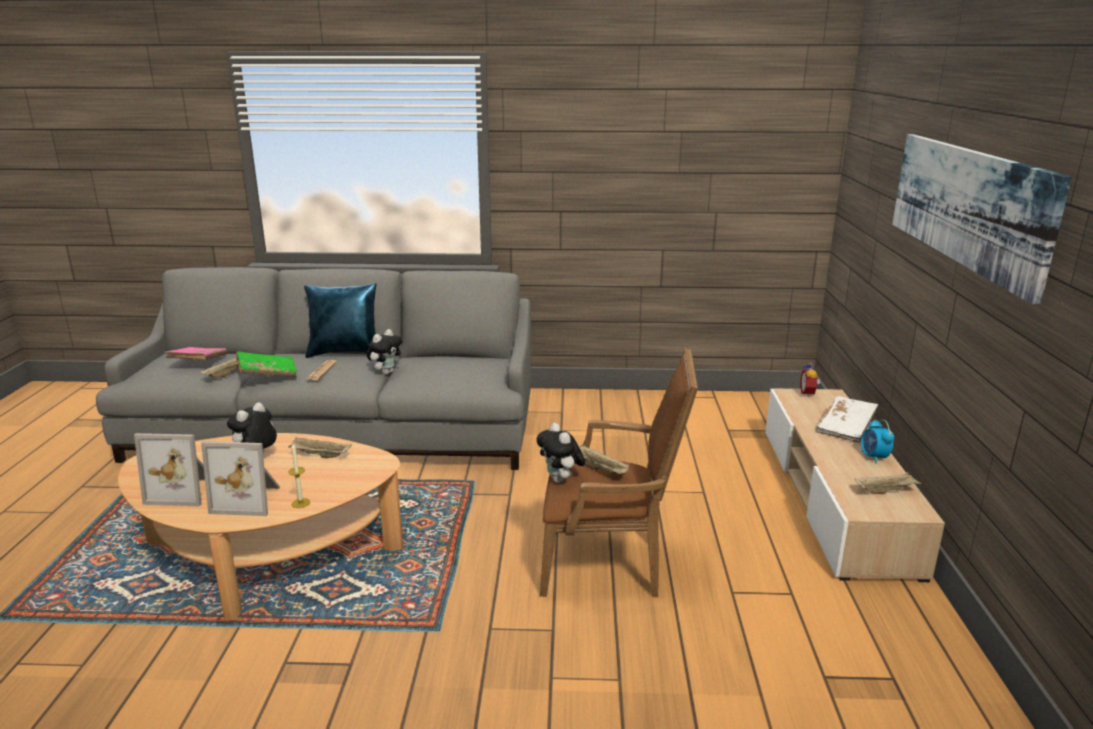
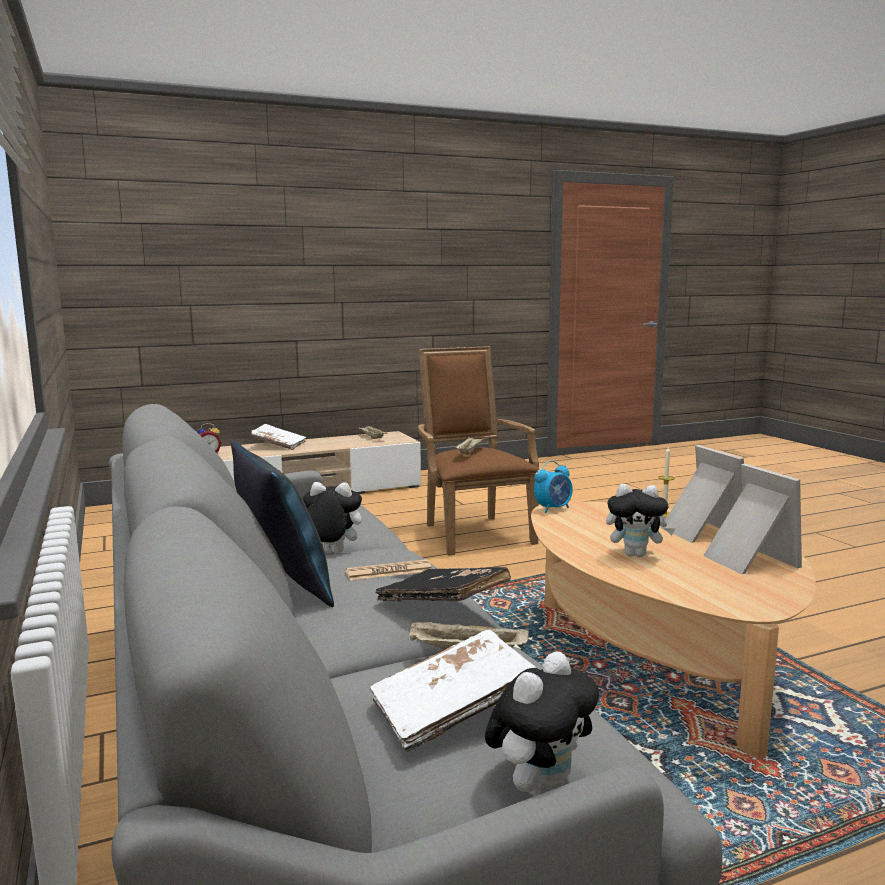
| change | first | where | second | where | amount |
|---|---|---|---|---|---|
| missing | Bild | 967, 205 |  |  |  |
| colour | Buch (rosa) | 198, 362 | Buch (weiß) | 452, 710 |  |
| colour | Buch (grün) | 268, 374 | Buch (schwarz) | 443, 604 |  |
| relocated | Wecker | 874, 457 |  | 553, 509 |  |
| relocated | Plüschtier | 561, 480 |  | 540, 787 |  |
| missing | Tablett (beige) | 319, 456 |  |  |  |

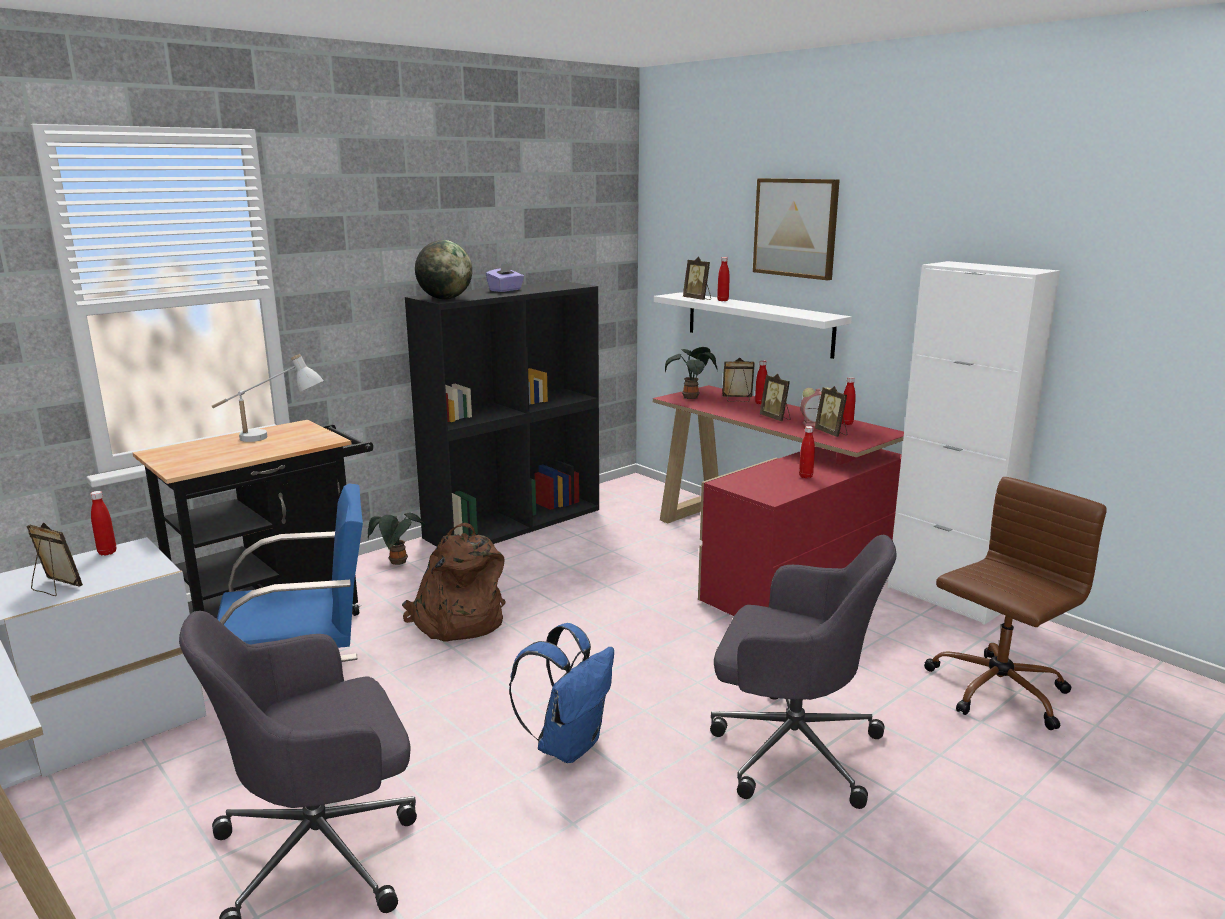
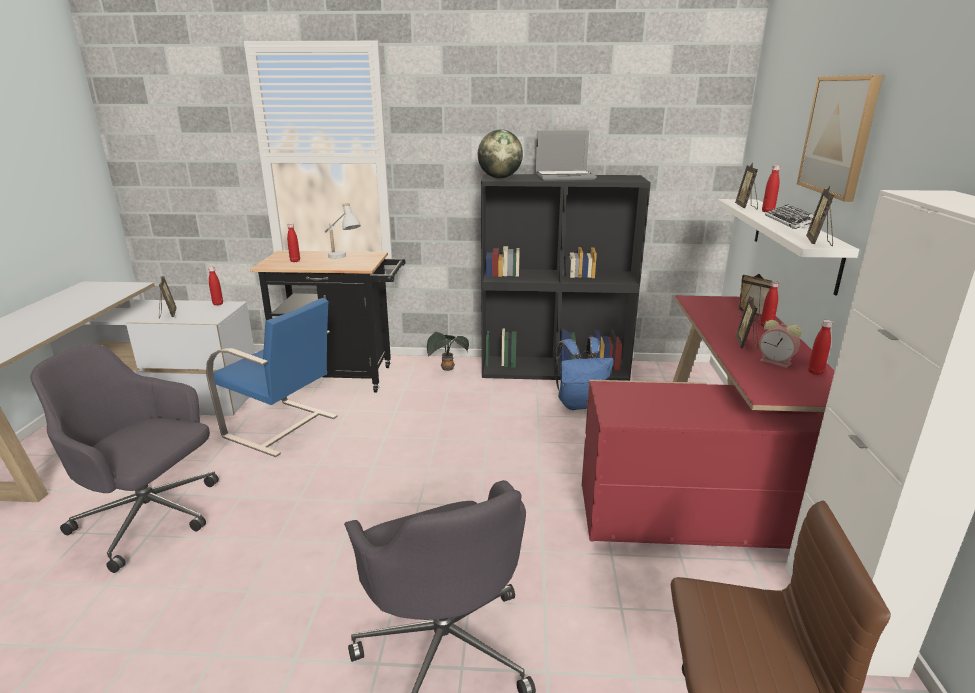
| change | first | where | second | where | amount |
|---|---|---|---|---|---|
| exchanged | Taschentuchbox (lila) | 505, 290 | Laptop | 565, 177 |  |
| missing | Topfpflanze | 691, 397 |  |  |  |
| relocated | Bilderrahmen | 832, 433 |  | 819, 242 |  |
| relocated | Flasche (rot) | 805, 476 |  | 295, 261 |  |
| missing | Rucksack (braun) | 457, 621 |  |  |  |
| relocated | Rucksack (blau) | 568, 744 |  | 579, 403 |  |
| appeared |  |  | Tastatur | 791, 221 |  |

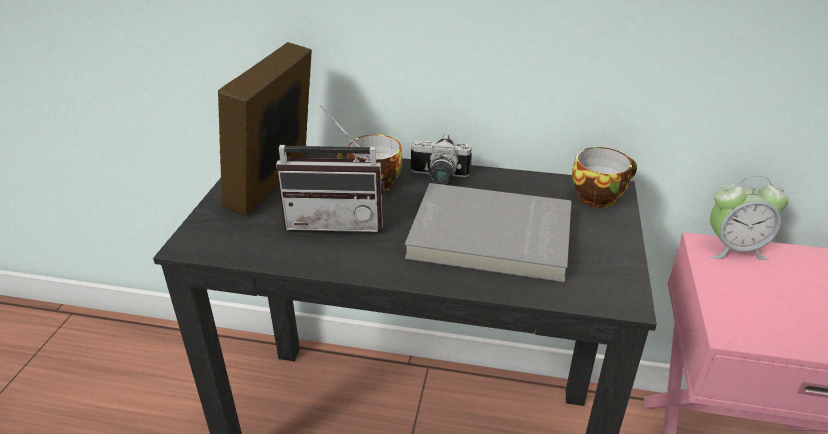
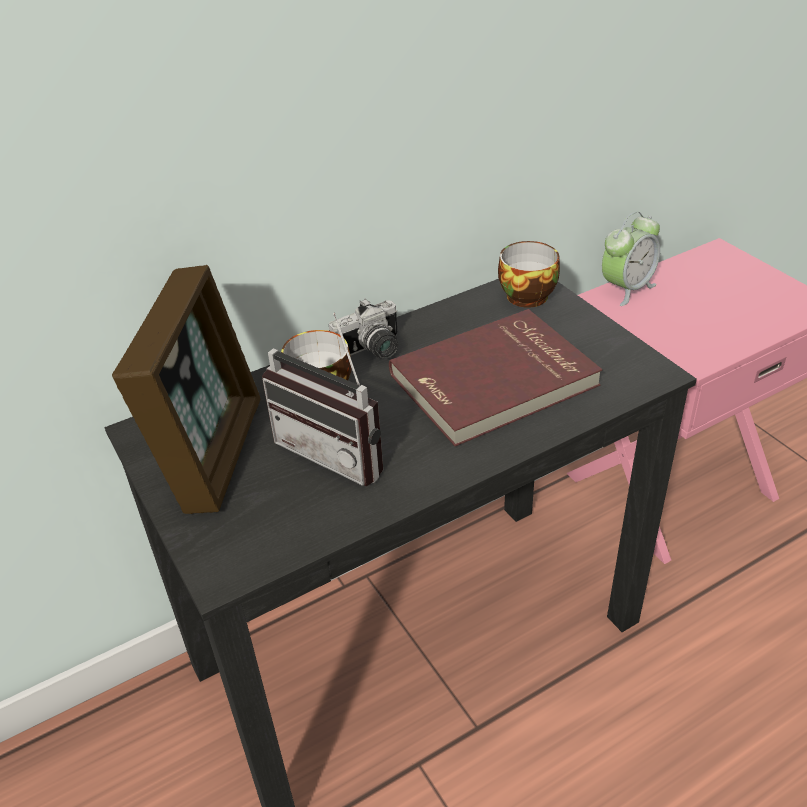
| change | first | where | second | where | amount |
|---|---|---|---|---|---|
| spun | Bilderrahmen | 275, 183 |  | 213, 453 | 150 degrees counterclockwise |
| spun | Radio | 337, 220 |  | 338, 450 | 75 degrees clockwise |
| colour | Buch (grau) | 490, 237 | Buch (rot) | 495, 382 |  |

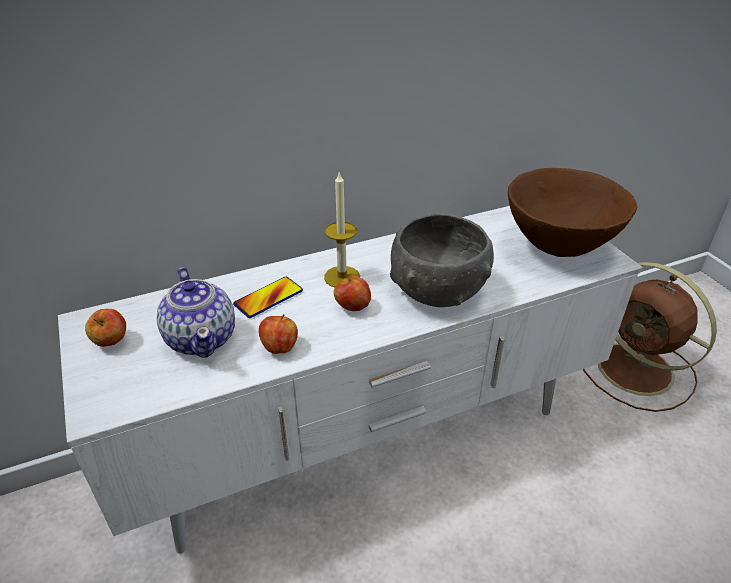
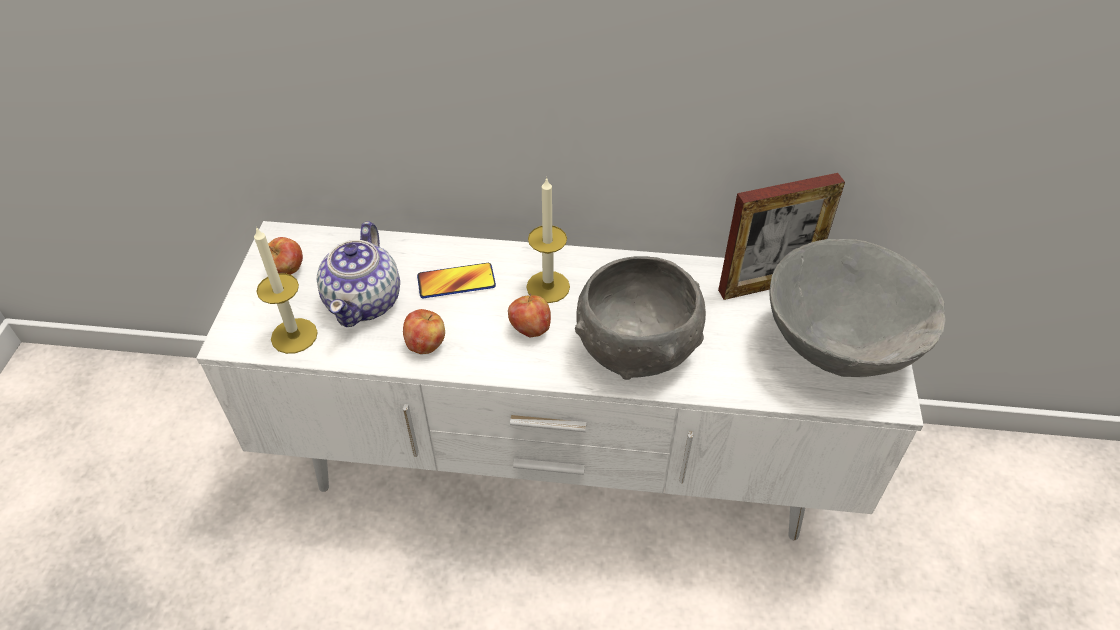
| change | first | where | second | where | amount |
|---|---|---|---|---|---|
| colour | Schüssel (braun) | 558, 246 | Schüssel (grau) | 836, 350 |  |
| missing | Ventilator (braun) | 638, 371 |  |  |  |
| appeared |  |  | Bilderrahmen | 766, 284 |  |
| appeared |  |  | Kerze | 294, 336 |  |

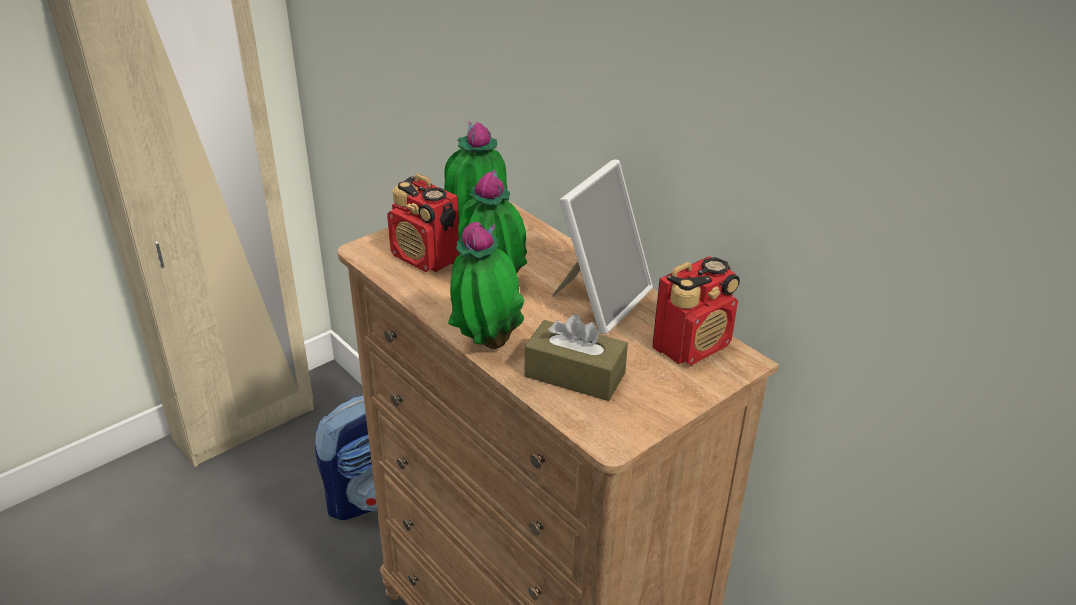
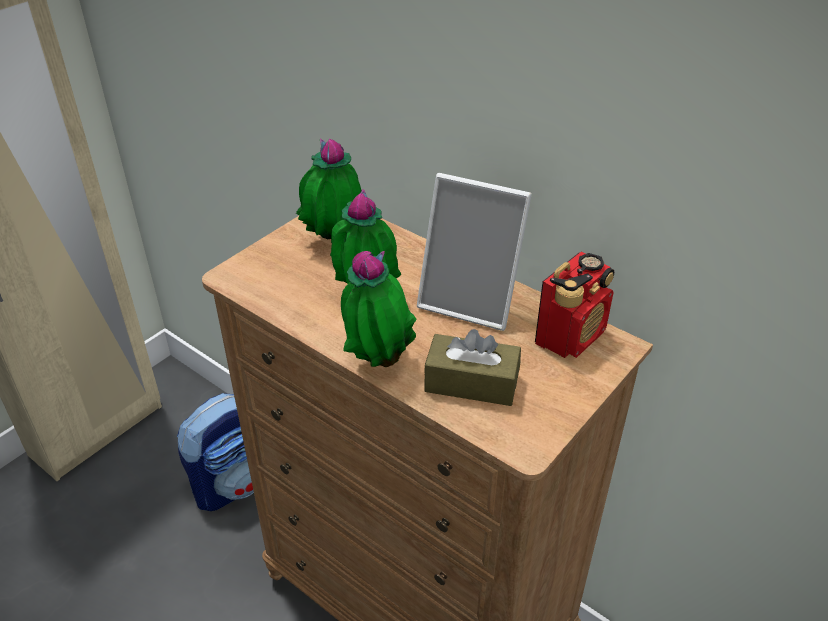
| change | first | where | second | where | amount |
|---|---|---|---|---|---|
| spun | Bilderrahmen | 599, 300 |  | 471, 300 | 90 degrees clockwise |
| missing | Radio | 426, 258 |  |  |  |

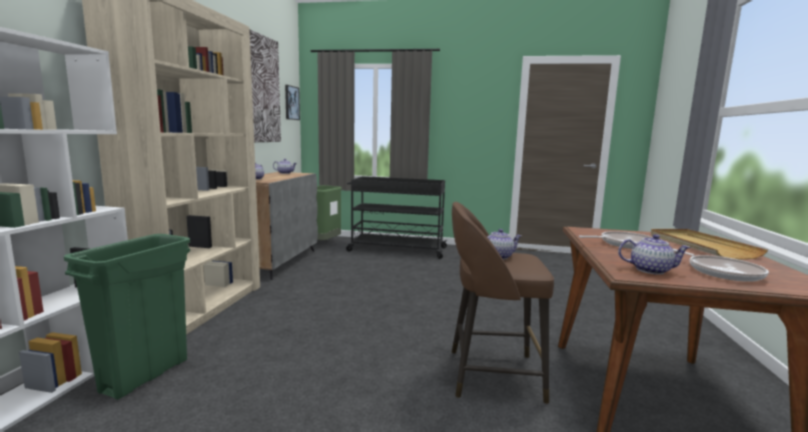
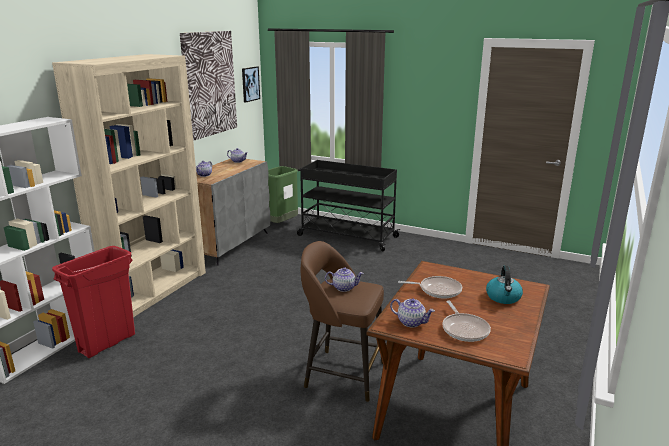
| change | first | where | second | where | amount |
|---|---|---|---|---|---|
| exchanged | Tablett (beige) | 700, 246 | Wasserkessel | 503, 297 |  |
| colour | Mülleimer (grün) | 146, 375 | Mülleimer (rot) | 107, 343 |  |

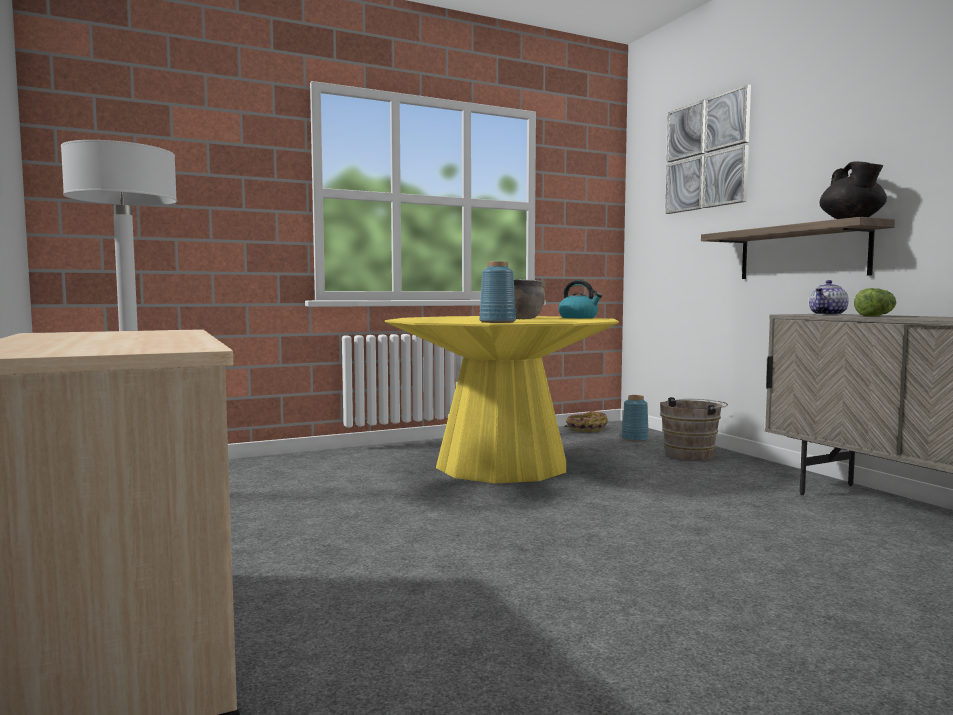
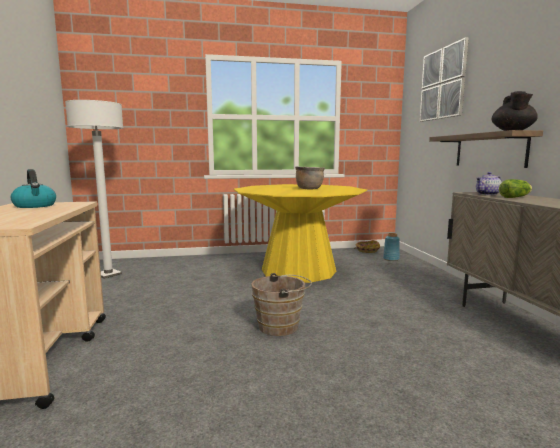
| change | first | where | second | where | amount |
|---|---|---|---|---|---|
| missing | Vase (blau) | 498, 322 |  |  |  |
| relocated | Wasserkessel | 579, 317 |  | 35, 206 |  |
| relocated | Eimer (braun) | 692, 454 |  | 282, 326 |  |

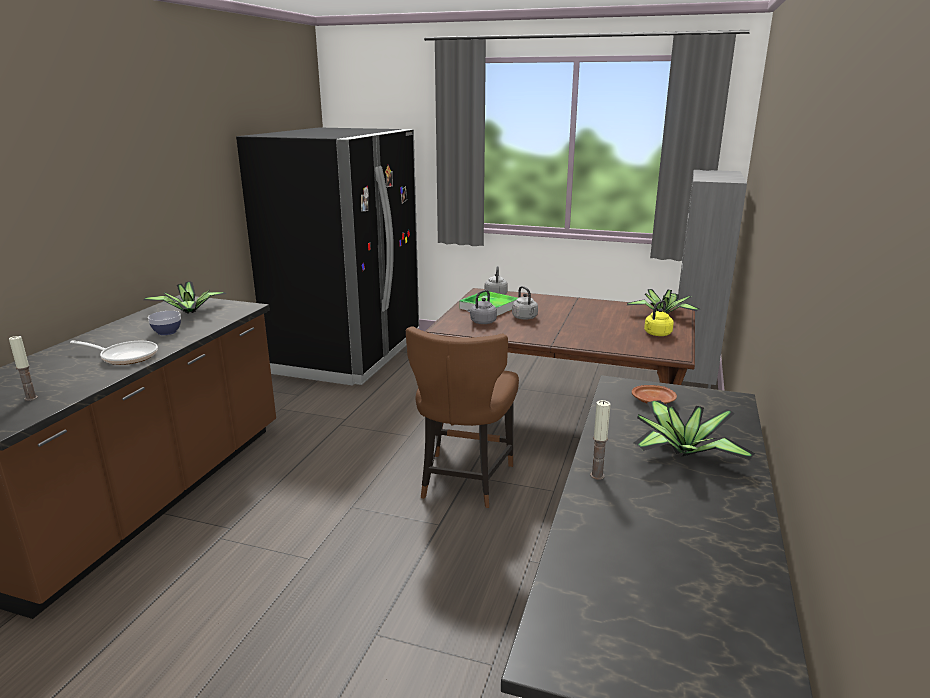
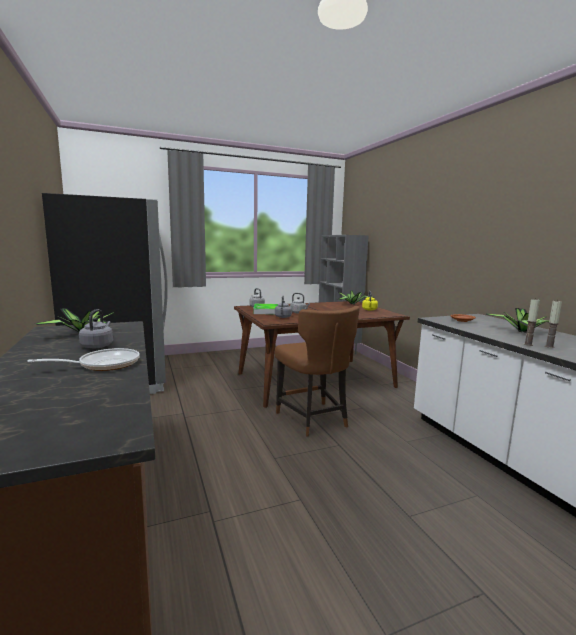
| change | first | where | second | where | amount |
|---|---|---|---|---|---|
| exchanged | Schüssel | 167, 332 | Wasserkessel (grau) | 98, 345 |  |
| relocated | Kerze | 31, 398 |  | 549, 346 |  |

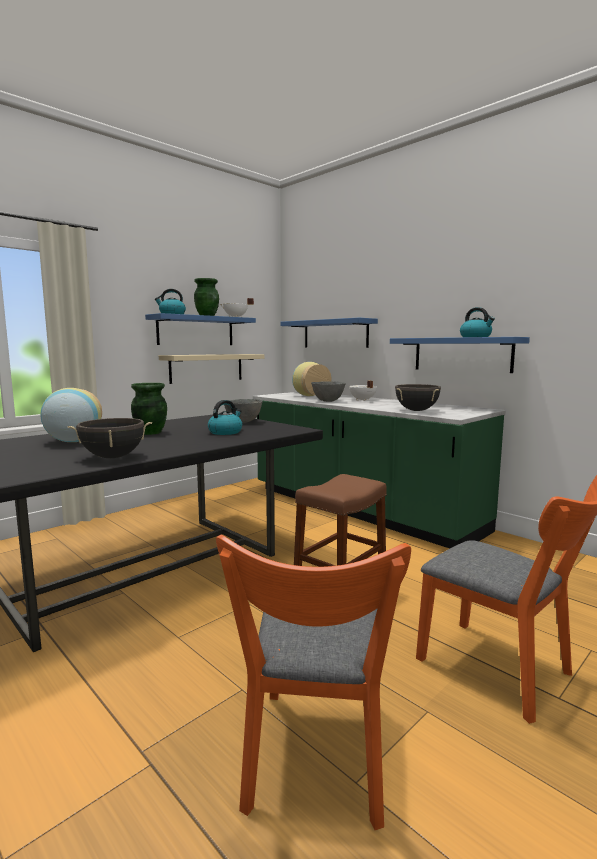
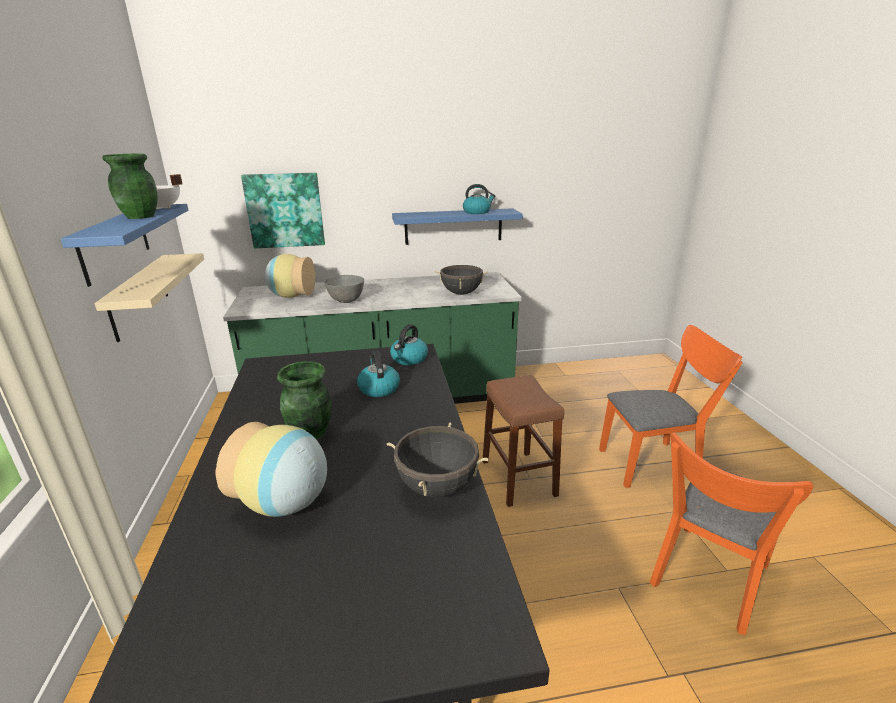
| change | first | where | second | where | amount |
|---|---|---|---|---|---|
| relocated | Wasserkessel | 172, 314 |  | 409, 359 |  |
| exchanged | Wandregal (blau) | 335, 334 | Bild | 285, 210 |  |
| missing | Kochtopf (weiß) | 362, 400 |  |  |  |
| missing | Schüssel (grau) | 243, 422 |  |  |  |
| spun | Stuhl (orange) | 315, 763 |  | 707, 581 | 90 degrees clockwise |

